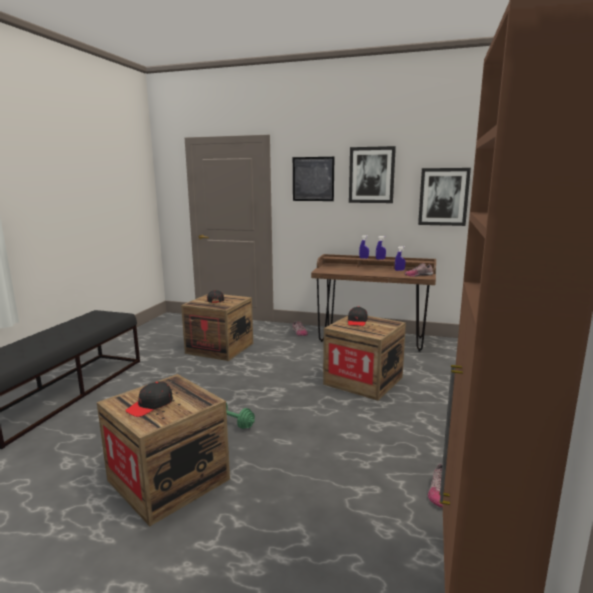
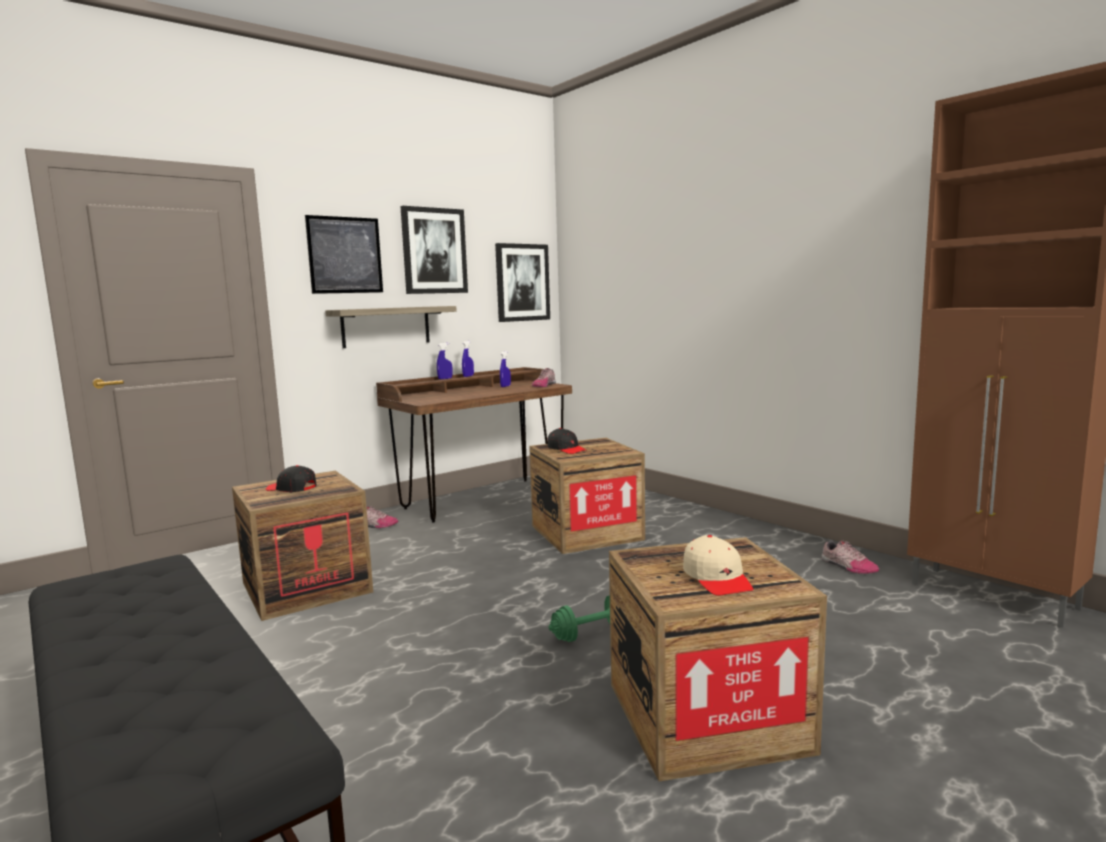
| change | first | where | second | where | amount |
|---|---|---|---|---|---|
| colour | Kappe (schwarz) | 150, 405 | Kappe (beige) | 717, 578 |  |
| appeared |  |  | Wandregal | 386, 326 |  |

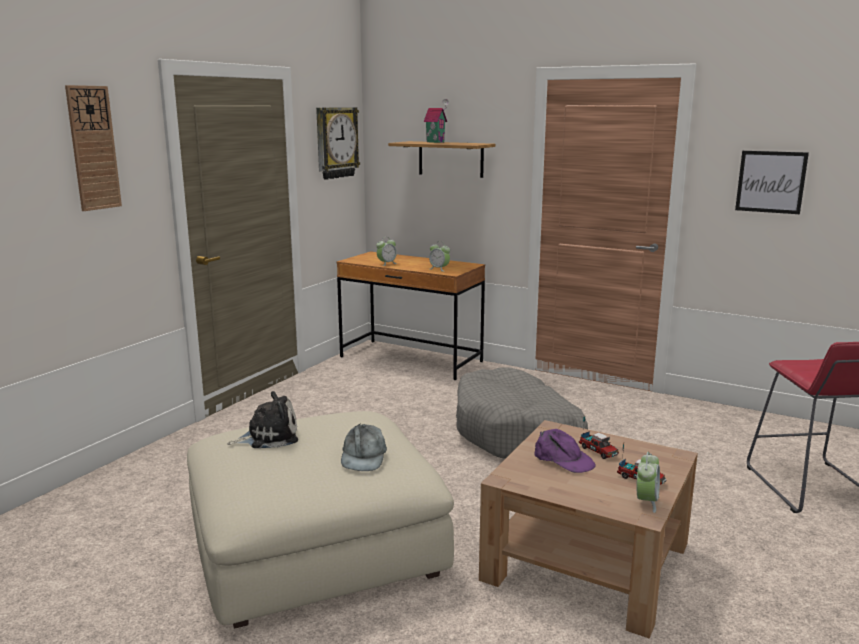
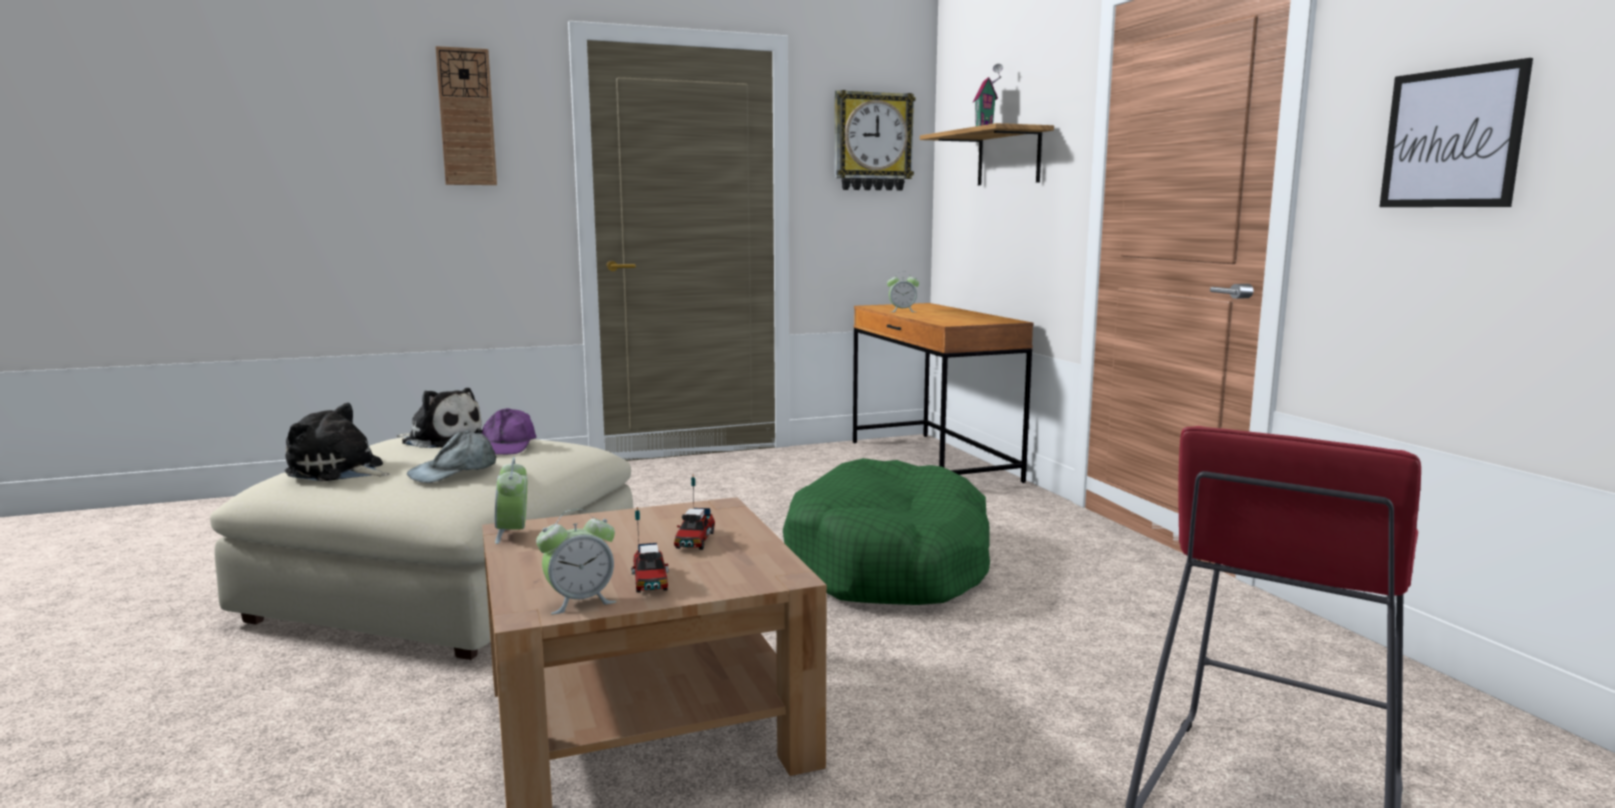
| change | first | where | second | where | amount |
|---|---|---|---|---|---|
| relocated | Wecker | 439, 269 |  | 513, 534 |  |
| colour | Hundebett (grau) | 517, 433 | Hundebett (grün) | 890, 564 |  |
| relocated | Kappe (lila) | 563, 460 |  | 506, 445 |  |
| appeared |  |  | Plüschtier | 339, 471 |  |

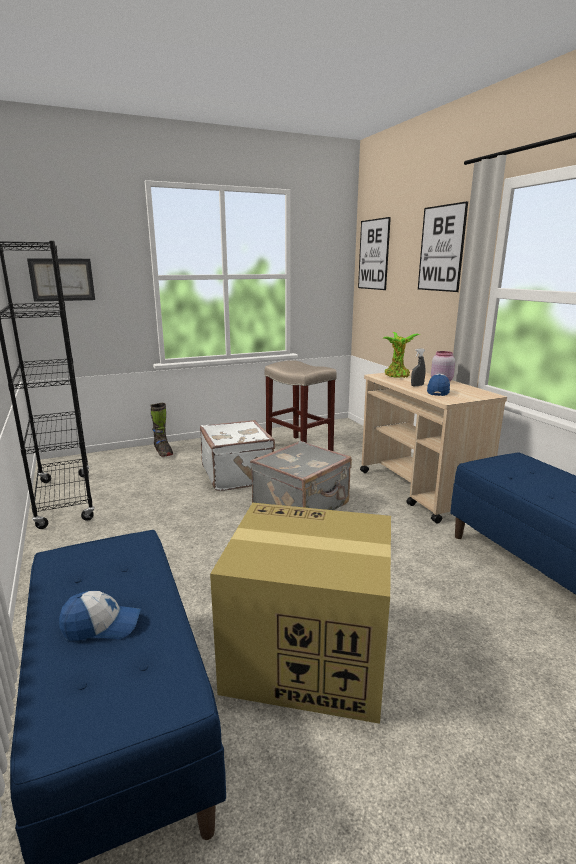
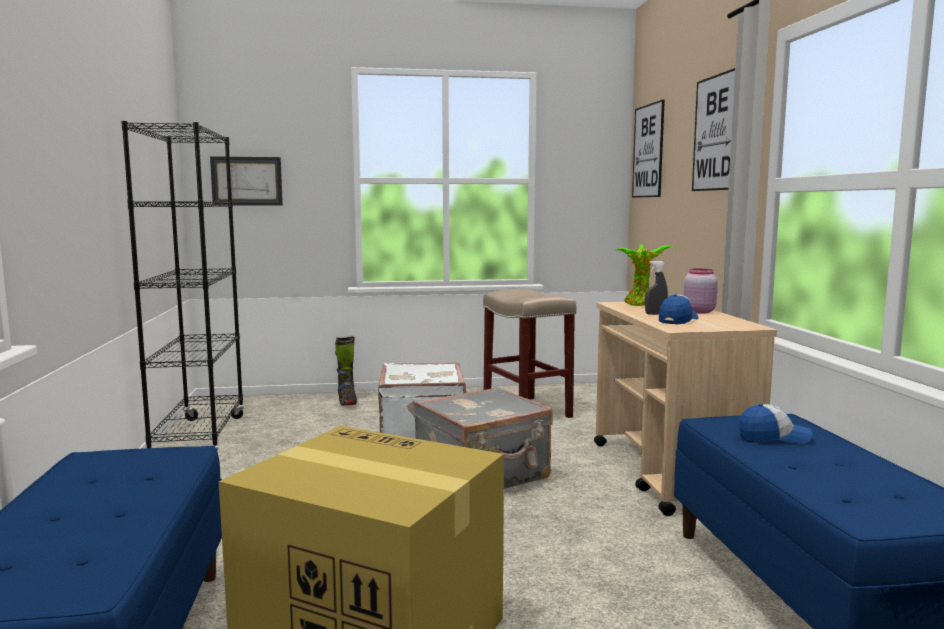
| change | first | where | second | where | amount |
|---|---|---|---|---|---|
| relocated | Kappe | 101, 626 |  | 774, 437 |  |

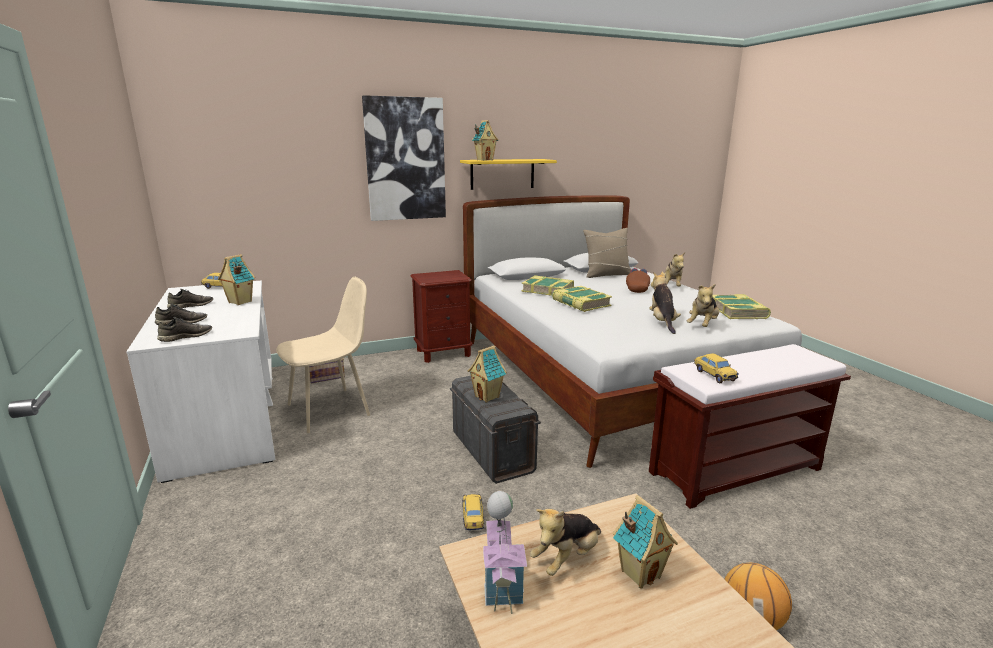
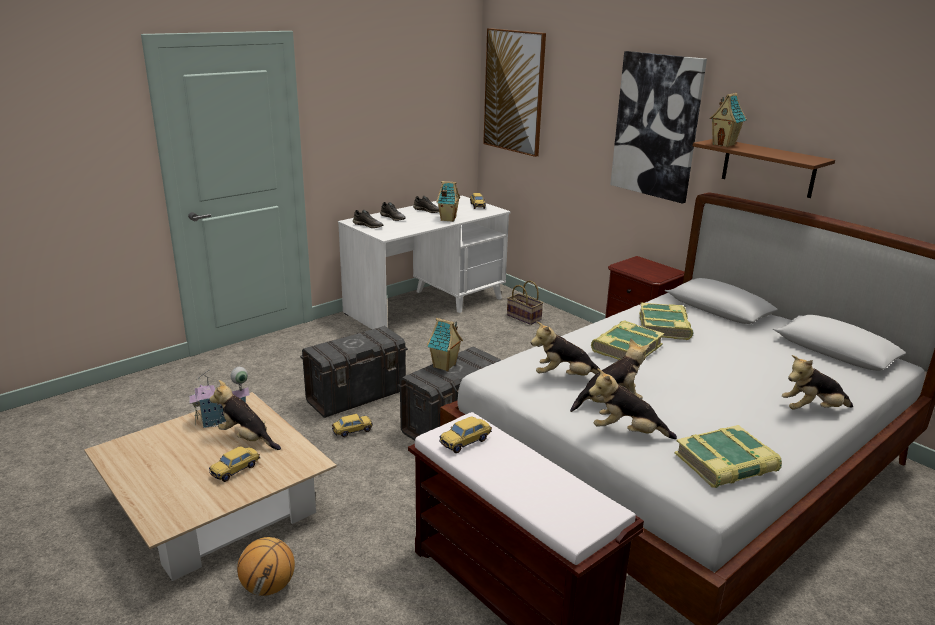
| change | first | where | second | where | amount |
|---|---|---|---|---|---|
| colour | Wandregal (gelb) | 502, 174 | Wandregal (braun) | 768, 168 |  |
| missing | Kissen (beige) | 606, 274 |  |  |  |
| missing | Kappe (braun) | 637, 289 |  |  |  |
| missing | Stuhl (beige) | 331, 409 |  |  |  |
| exchanged | Spielzeughaus | 640, 573 | Spielzeugauto | 235, 470 |  |
| appeared |  |  | Bild | 514, 92 |  |
| appeared |  |  | Plüschtier | 565, 377 |  |
| appeared |  |  | Aufbewahrungsbox (grau) | 357, 396 |  |

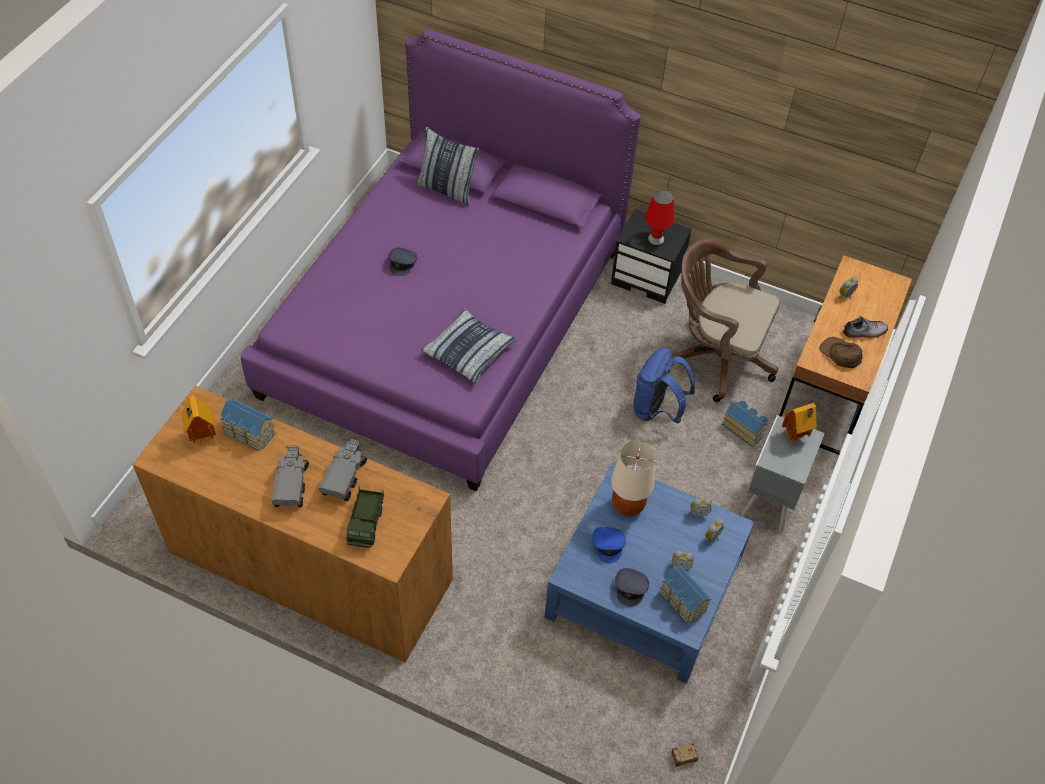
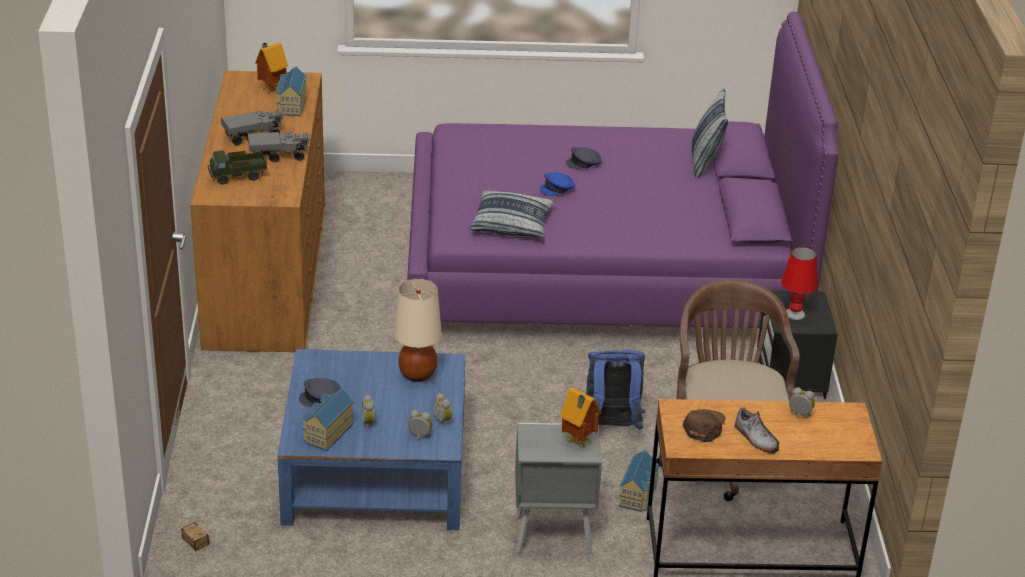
| change | first | where | second | where | amount |
|---|---|---|---|---|---|
| relocated | Kappe (blau) | 608, 545 |  | 558, 188 |  |

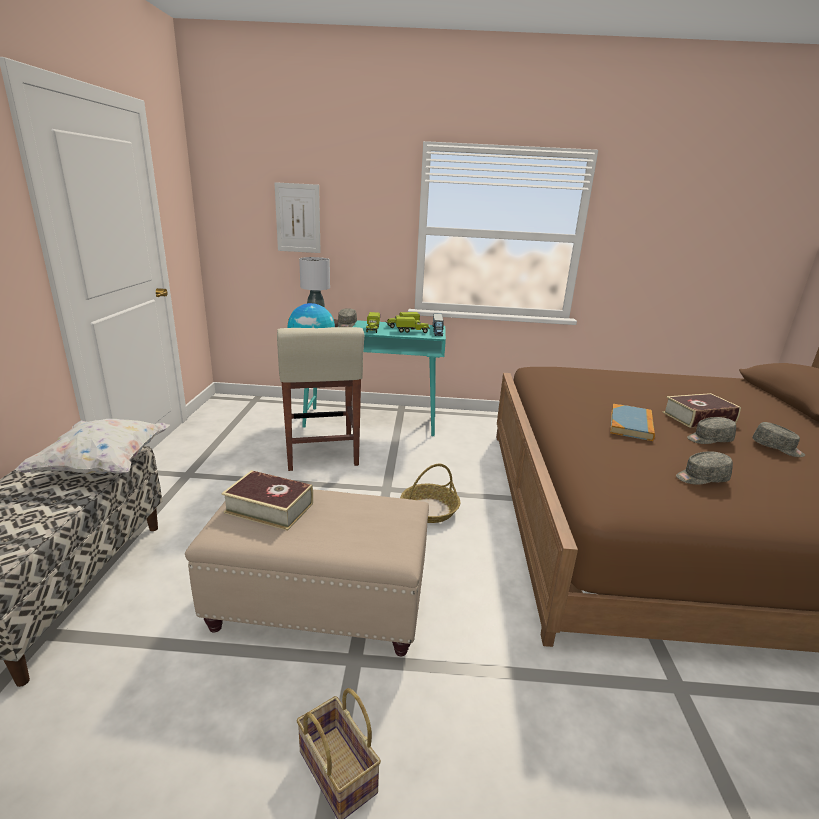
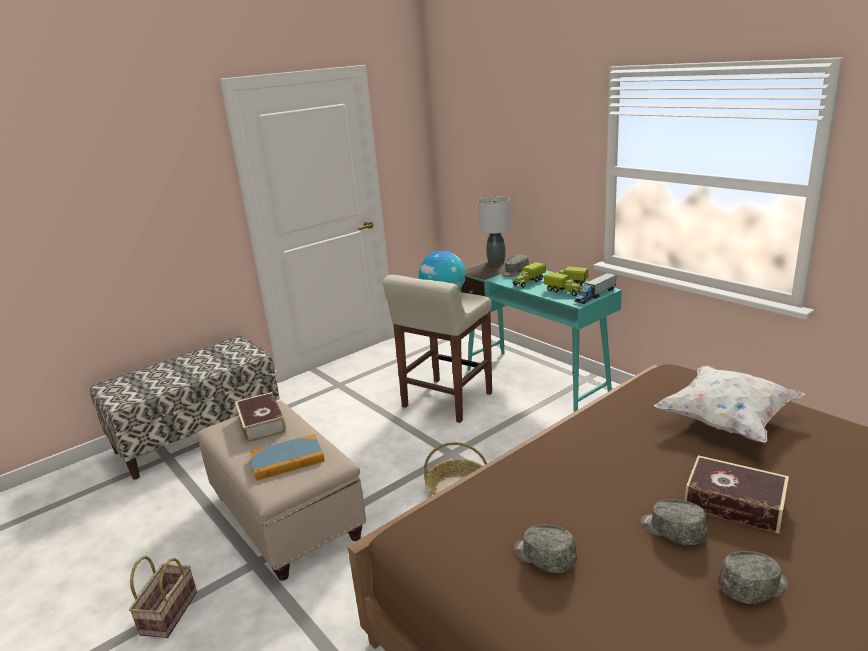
| change | first | where | second | where | amount |
|---|---|---|---|---|---|
| missing | Bild | 298, 218 |  |  |  |
| relocated | Buch | 631, 425 |  | 287, 460 |  |
| relocated | Kissen (weiß) | 104, 466 |  | 727, 421 |  |
| spun | Kappe (grau) | 777, 448 |  | 753, 587 | 105 degrees counterclockwise |

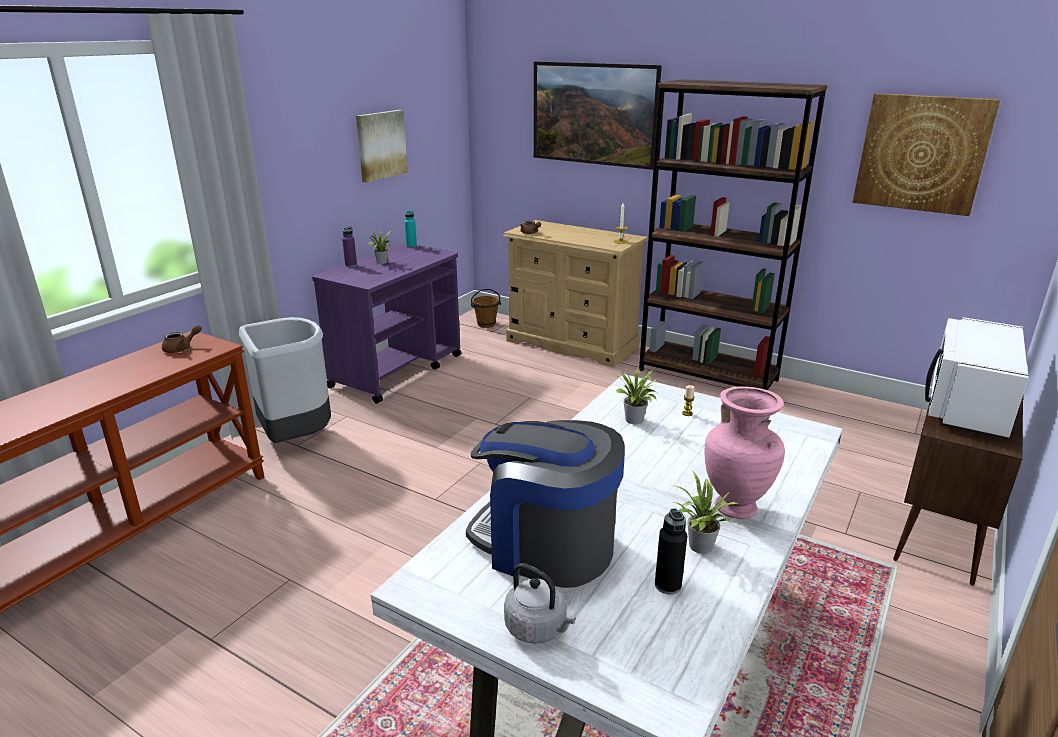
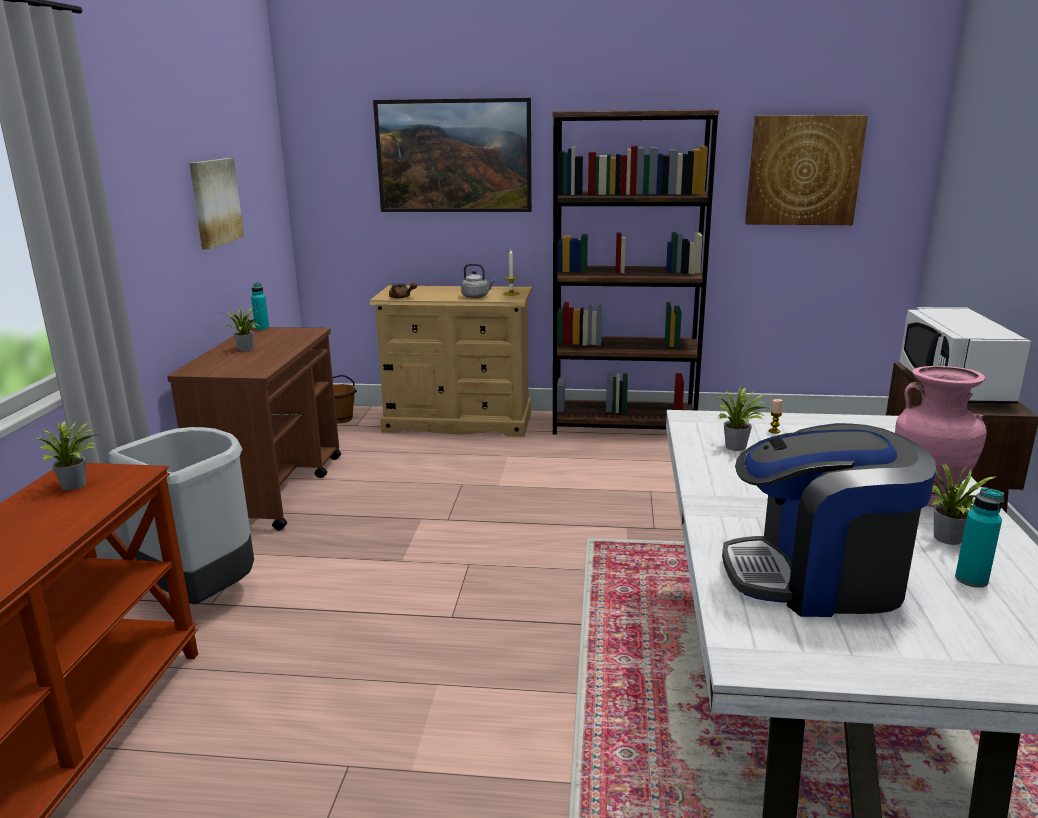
| change | first | where | second | where | amount |
|---|---|---|---|---|---|
| missing | Flasche (lila) | 351, 265 |  |  |  |
| colour | Rollwagen (lila) | 397, 370 | Rollwagen (braun) | 274, 488 |  |
| exchanged | Teekanne (braun) | 182, 348 | Topfpflanze | 76, 486 |  |
| colour | Flasche (schwarz) | 668, 585 | Flasche (türkis) | 971, 579 |  |
| relocated | Wasserkessel (grau) | 538, 629 |  | 476, 297 |  |

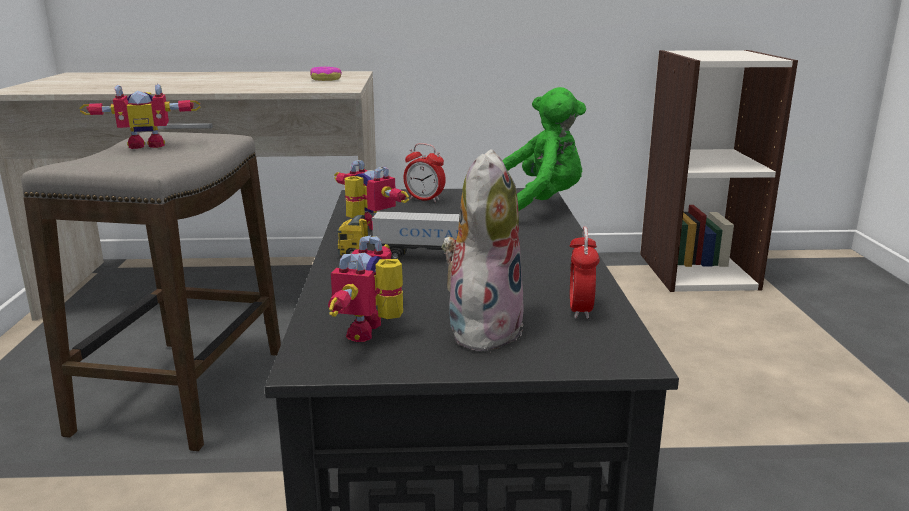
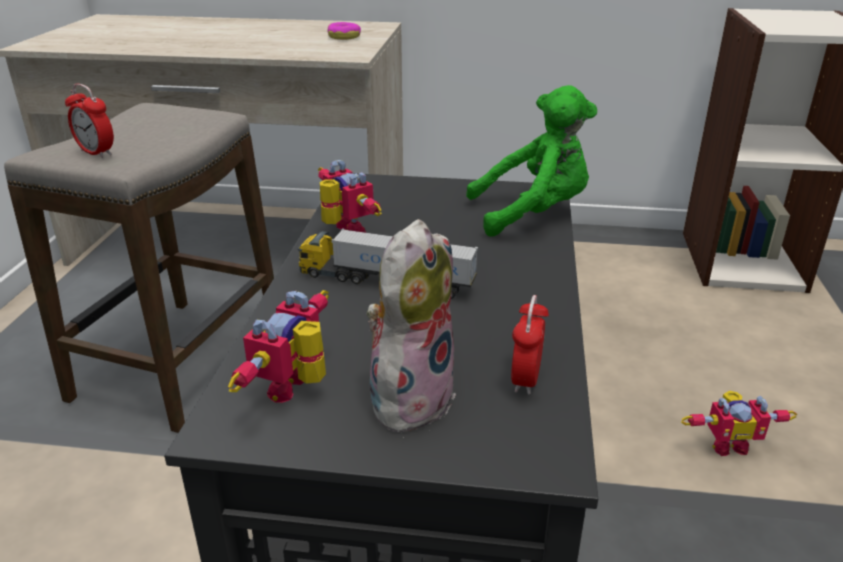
| change | first | where | second | where | amount |
|---|---|---|---|---|---|
| relocated | Spielzeugroboter | 147, 145 |  | 727, 444 |  |
| relocated | Wecker | 424, 199 |  | 96, 153 |  |

